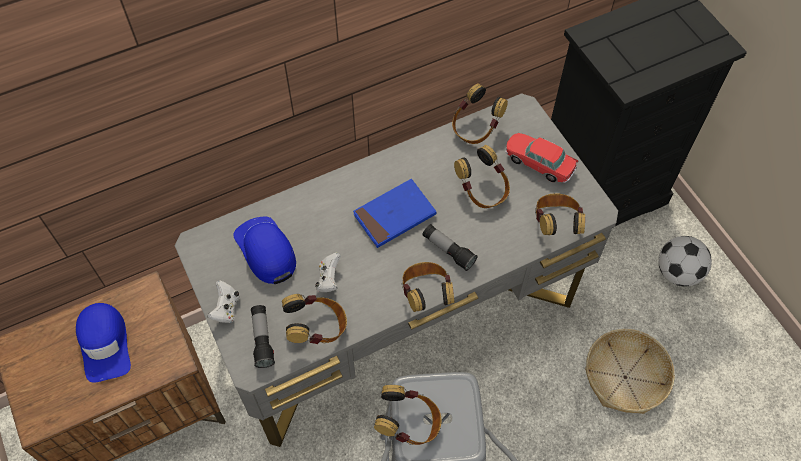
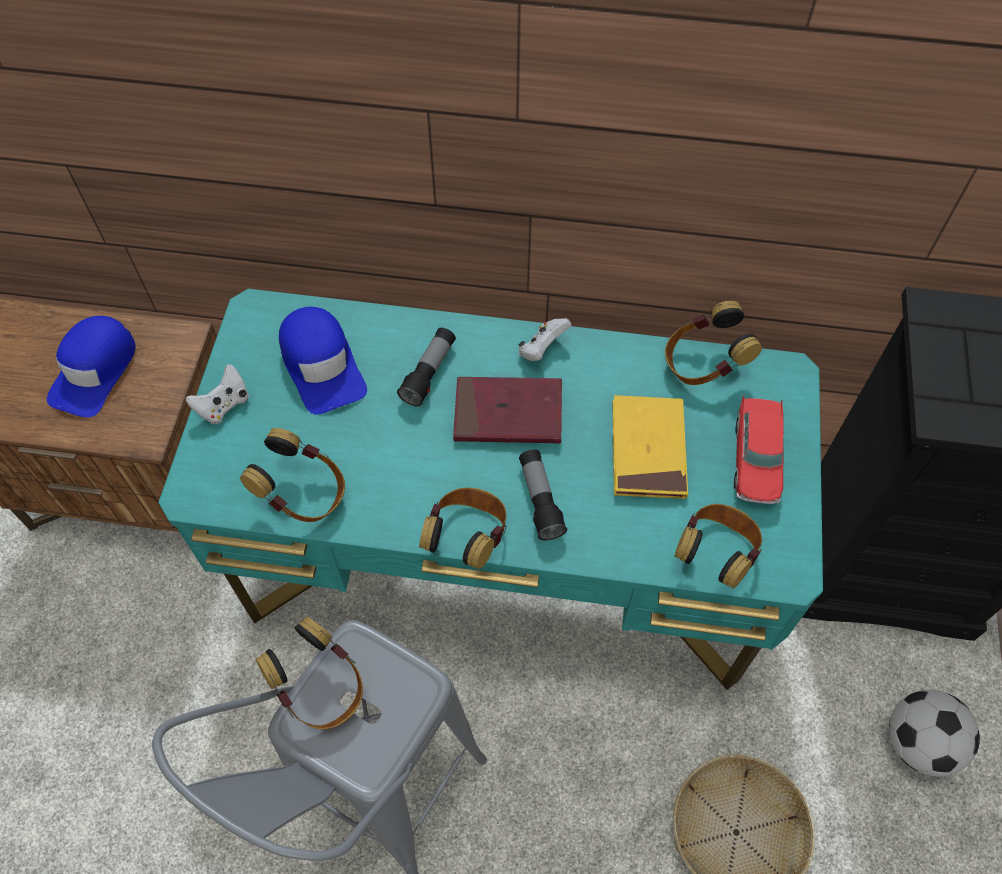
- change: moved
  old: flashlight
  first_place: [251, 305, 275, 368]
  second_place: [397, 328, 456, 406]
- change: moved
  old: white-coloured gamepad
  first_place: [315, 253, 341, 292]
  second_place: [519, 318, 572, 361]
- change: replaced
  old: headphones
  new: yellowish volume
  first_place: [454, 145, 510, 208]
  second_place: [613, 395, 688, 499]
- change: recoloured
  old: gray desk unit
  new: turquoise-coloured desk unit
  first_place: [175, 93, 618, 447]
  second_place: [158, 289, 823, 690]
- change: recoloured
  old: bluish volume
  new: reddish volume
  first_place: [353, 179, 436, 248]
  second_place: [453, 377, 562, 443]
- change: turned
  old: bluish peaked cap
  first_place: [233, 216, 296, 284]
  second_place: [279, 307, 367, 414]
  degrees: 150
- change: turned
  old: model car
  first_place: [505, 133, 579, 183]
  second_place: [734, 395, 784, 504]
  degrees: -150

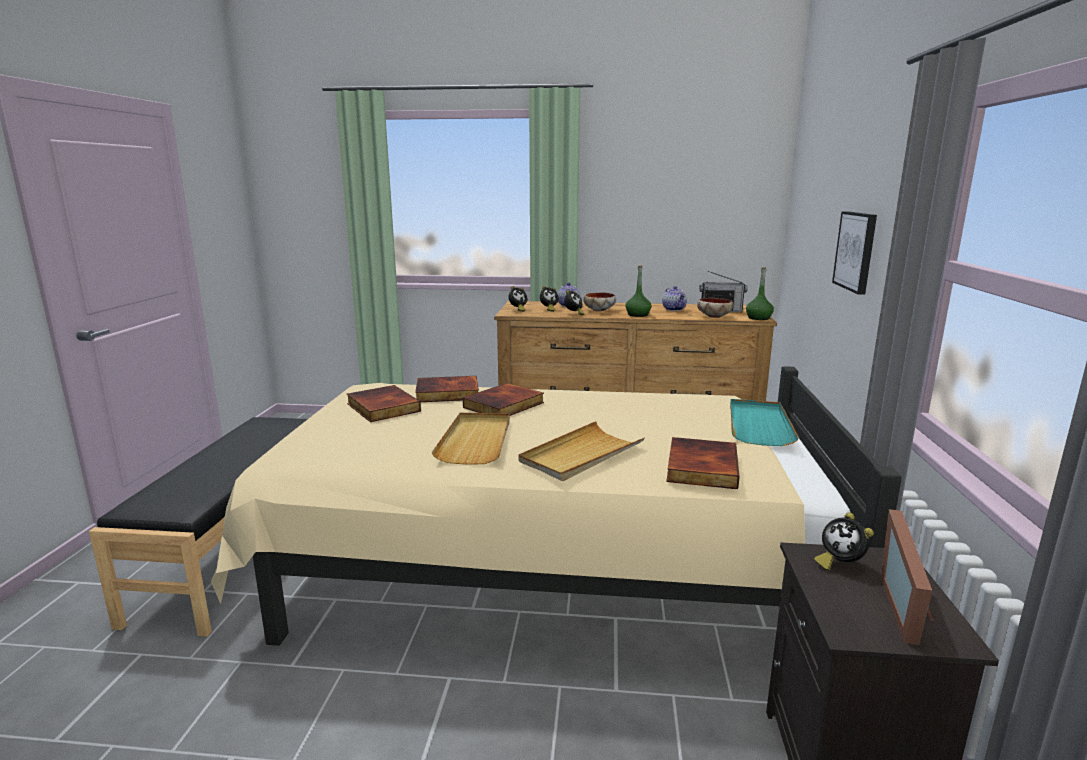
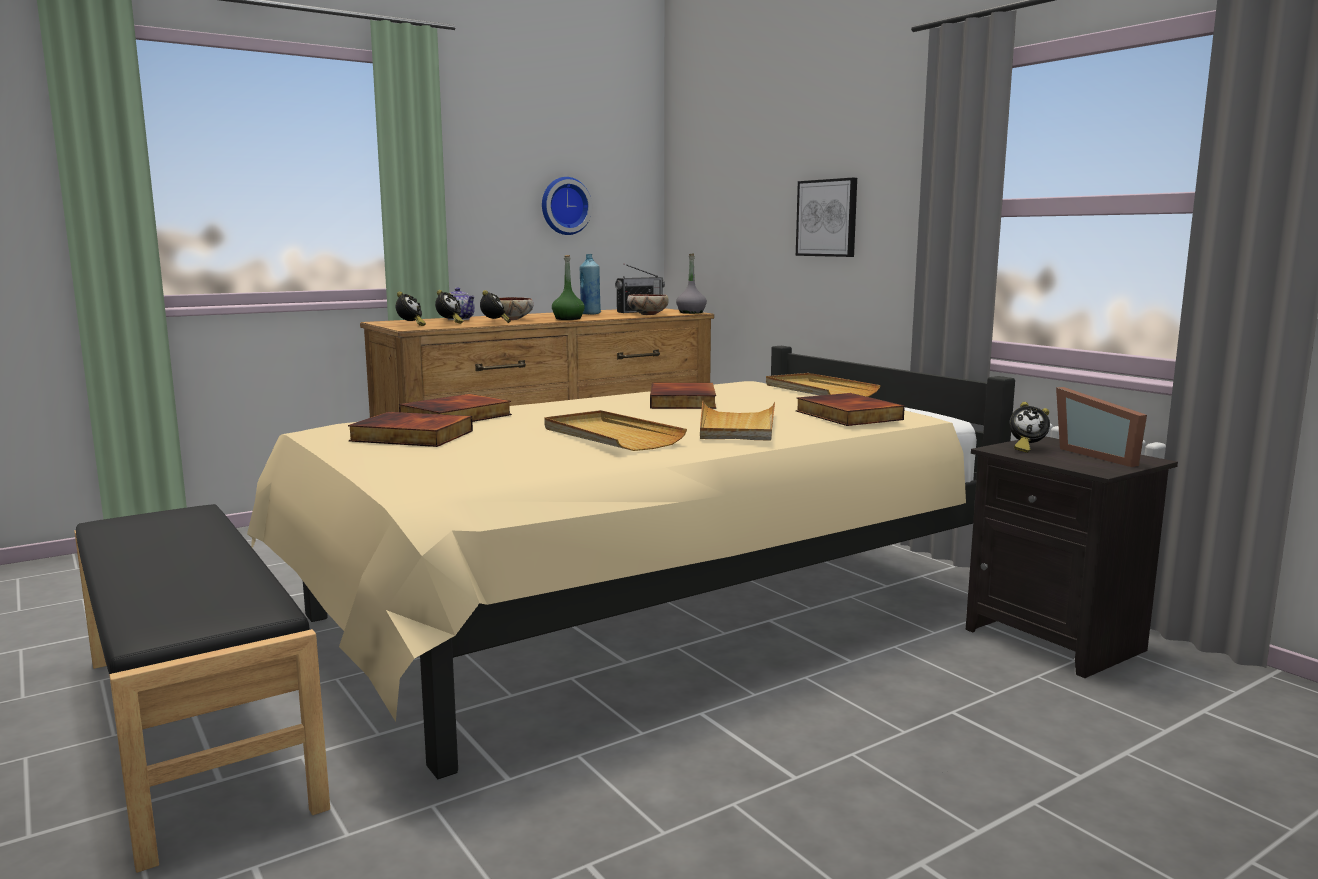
- change: added
  new: clock on the wall
  second_place: [542, 177, 592, 235]
- change: moved
  old: volume
  first_place: [463, 383, 544, 416]
  second_place: [650, 383, 716, 409]
- change: replaced
  old: pot for tea
  new: bluish beverage bottle
  first_place: [662, 286, 687, 311]
  second_place: [580, 254, 601, 314]
- change: recoloured
  old: turquoise-coloured carrying tray
  new: sand-coloured carrying tray
  first_place: [730, 399, 799, 446]
  second_place: [766, 373, 881, 397]
- change: recoloured
  old: green-coloured beverage bottle
  new: gray beverage bottle
  first_place: [746, 268, 774, 320]
  second_place: [676, 254, 707, 314]

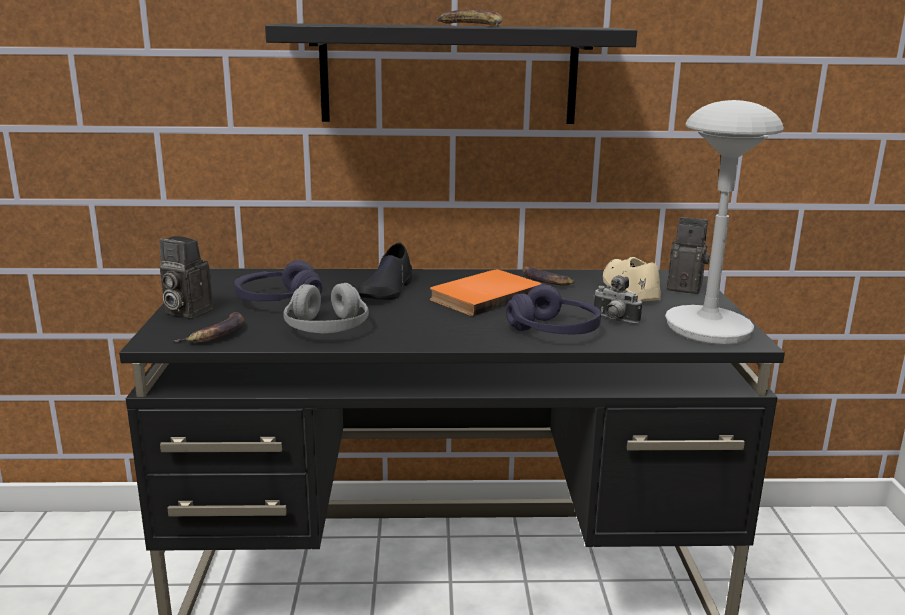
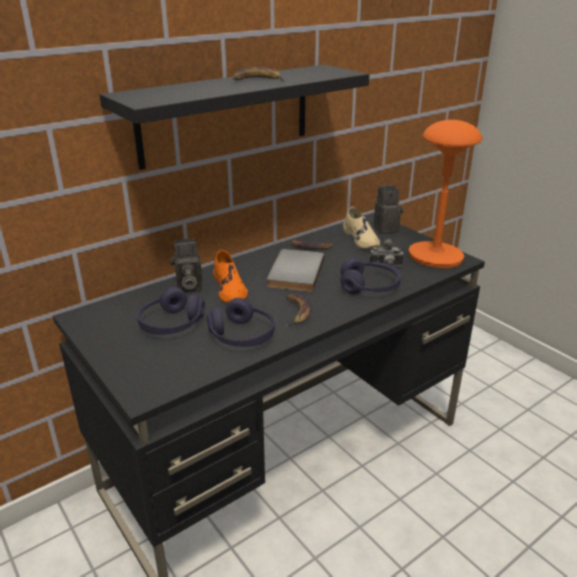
- change: moved
  old: still camera
  first_place: [159, 236, 213, 318]
  second_place: [170, 238, 202, 293]
- change: moved
  old: whole banana
  first_place: [174, 312, 244, 343]
  second_place: [285, 294, 312, 327]
- change: recoloured
  old: gray headphones
  new: purplish headphones
  first_place: [283, 283, 369, 333]
  second_place: [207, 298, 275, 347]
- change: recoloured
  old: blackish low shoe
  new: orangey low shoe
  first_place: [357, 242, 412, 300]
  second_place: [213, 250, 248, 302]
- change: recoloured
  old: orangey volume
  new: gray volume
  first_place: [430, 270, 542, 316]
  second_place: [267, 249, 325, 292]
- change: recoloured
  old: gray table lamp
  new: orangey table lamp
  first_place: [665, 100, 784, 345]
  second_place: [408, 120, 482, 268]
- change: turned
  old: sand-coloured low shoe
  first_place: [603, 257, 661, 301]
  second_place: [343, 207, 380, 248]
  degrees: -150

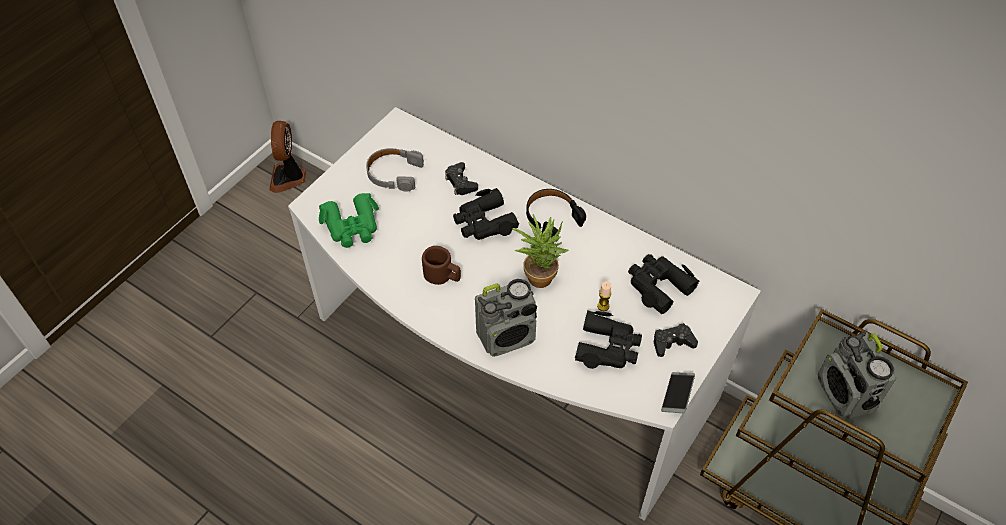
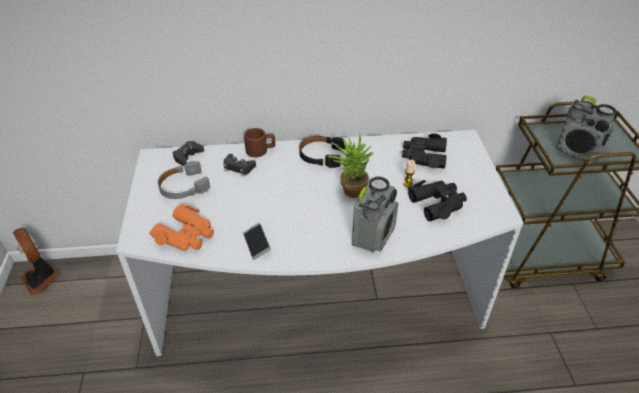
- change: removed
  old: blackish field glasses
  first_place: [453, 188, 519, 240]
- change: moved
  old: brownish coffee mug
  first_place: [422, 246, 461, 285]
  second_place: [244, 128, 275, 157]
- change: moved
  old: blackish gamepad
  first_place: [654, 323, 698, 357]
  second_place: [173, 141, 204, 166]
- change: moved
  old: handset
  first_place: [661, 372, 695, 413]
  second_place: [243, 223, 271, 260]
- change: recoloured
  old: green-coloured field glasses
  new: orangey field glasses
  first_place: [319, 193, 379, 248]
  second_place: [149, 204, 214, 251]

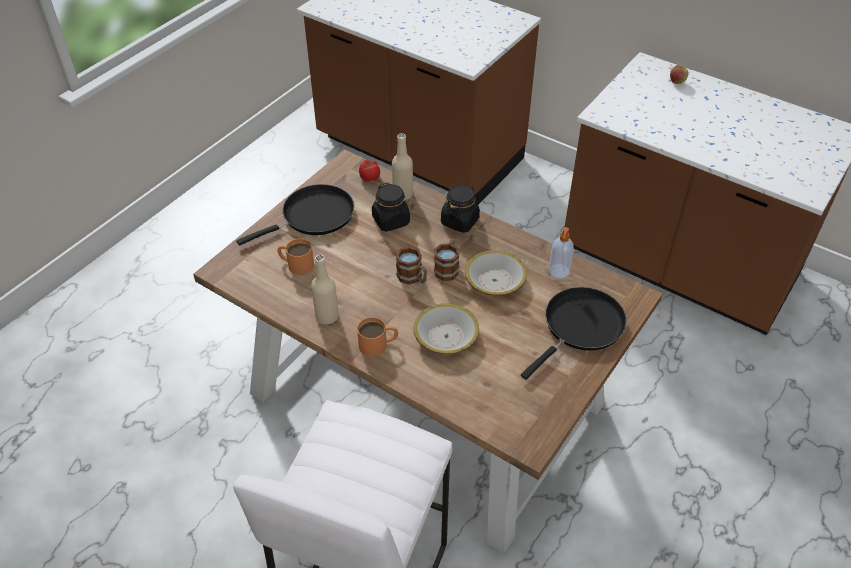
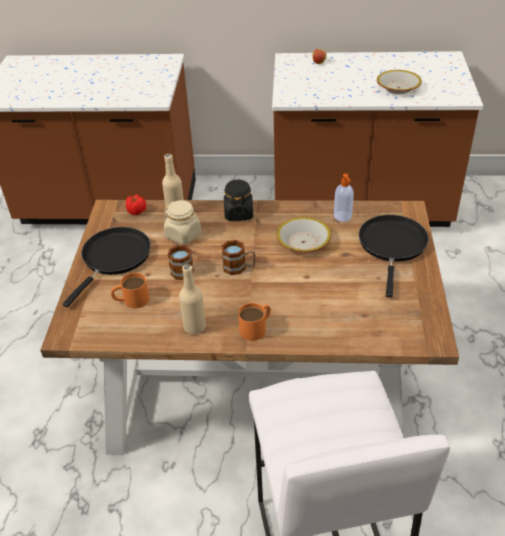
- change: moved
  old: bowl
  first_place: [414, 303, 479, 355]
  second_place: [377, 70, 422, 94]
- change: moved
  old: coffee mug
  first_place: [434, 239, 459, 281]
  second_place: [168, 241, 194, 280]
- change: recoloured
  old: blackish preserve jar
  new: sand-coloured preserve jar
  first_place: [372, 182, 410, 232]
  second_place: [164, 200, 201, 244]

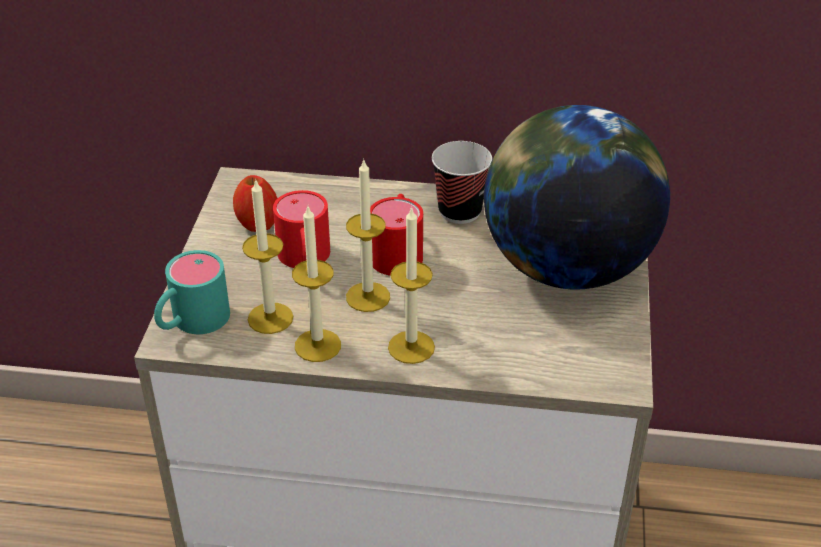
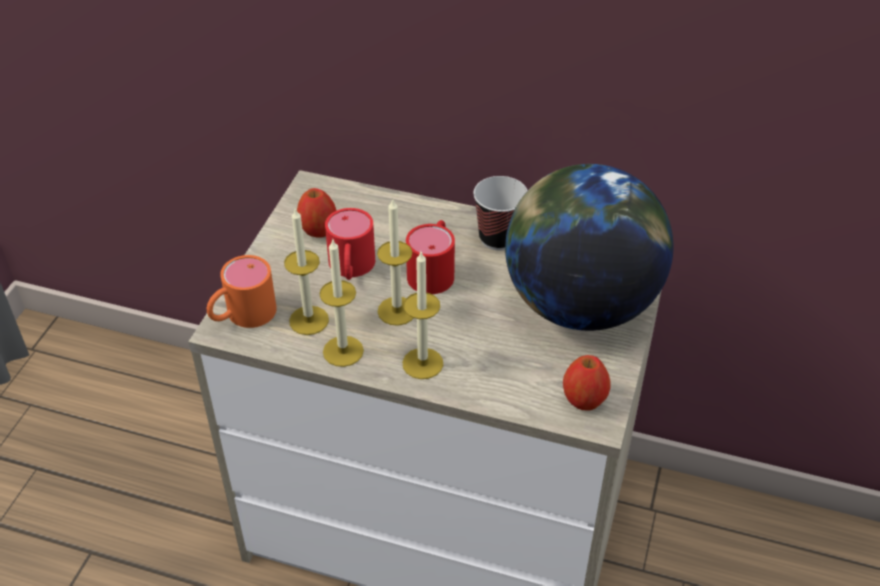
- change: added
  new: whole apple
  second_place: [563, 355, 611, 411]
- change: recoloured
  old: turquoise-coloured coffee mug
  new: orangey coffee mug
  first_place: [154, 250, 230, 334]
  second_place: [207, 255, 277, 328]

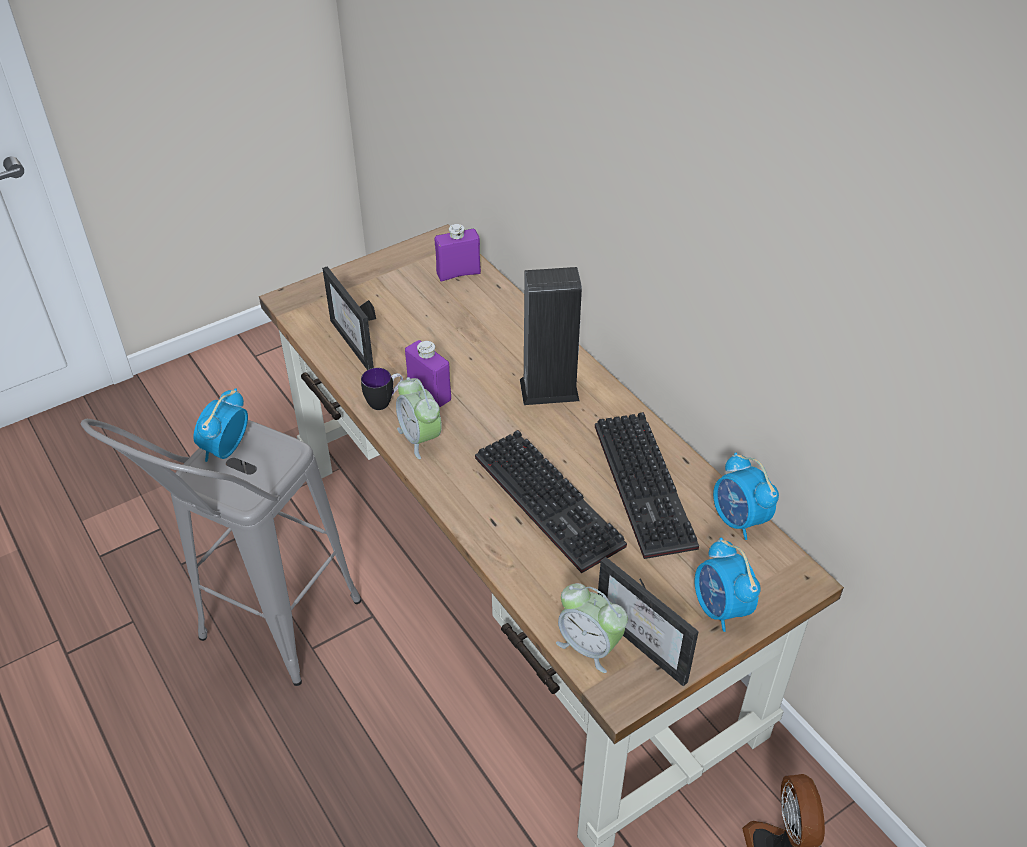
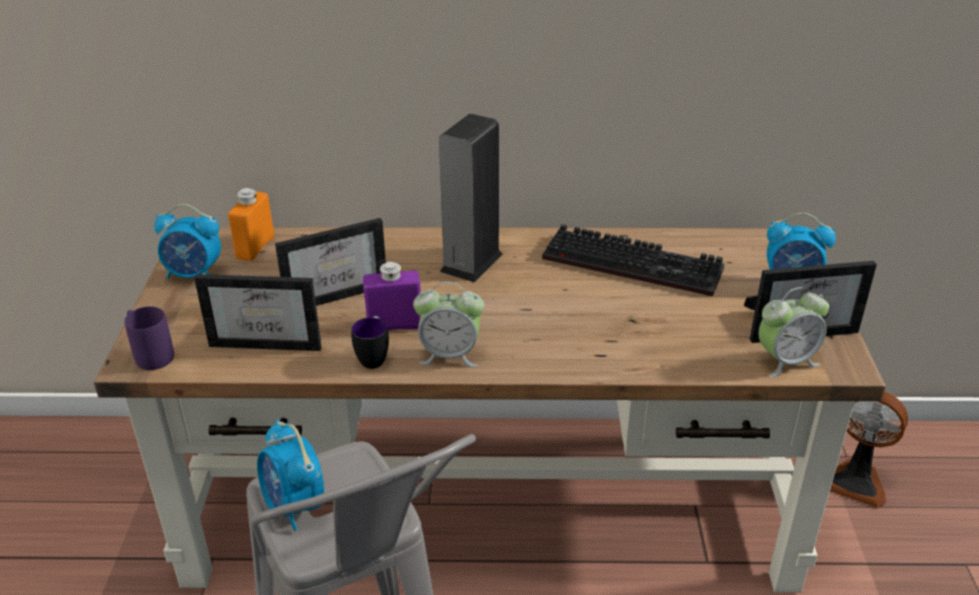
- change: removed
  old: PC keyboard
  first_place: [475, 430, 627, 573]
- change: added
  new: purplish coffee mug
  second_place: [125, 307, 174, 370]
- change: added
  new: standing frame
  second_place: [275, 218, 386, 306]
- change: moved
  old: table clock
  first_place: [713, 453, 779, 540]
  second_place: [154, 204, 221, 279]
- change: recoloured
  old: purplish beverage bottle
  new: orangey beverage bottle
  first_place: [435, 224, 481, 281]
  second_place: [228, 188, 275, 261]

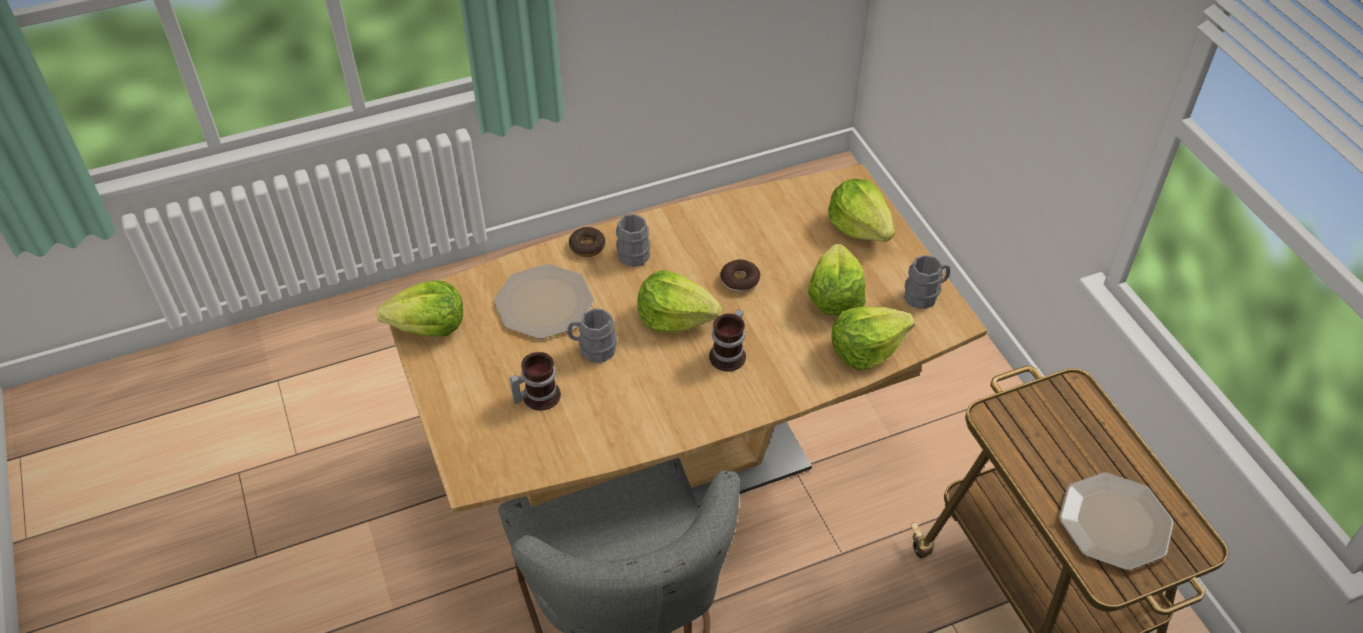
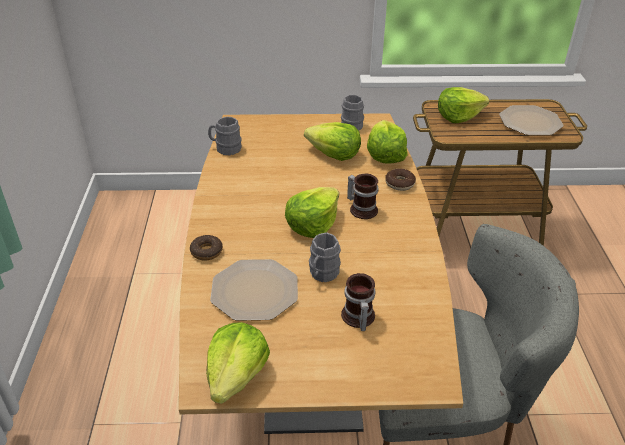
- change: moved
  old: gray coffee mug
  first_place: [616, 214, 650, 267]
  second_place: [208, 117, 242, 155]
- change: moved
  old: donut
  first_place: [720, 260, 760, 293]
  second_place: [385, 168, 416, 191]
- change: moved
  old: lettuce head
  first_place: [828, 179, 895, 242]
  second_place: [438, 87, 489, 123]

